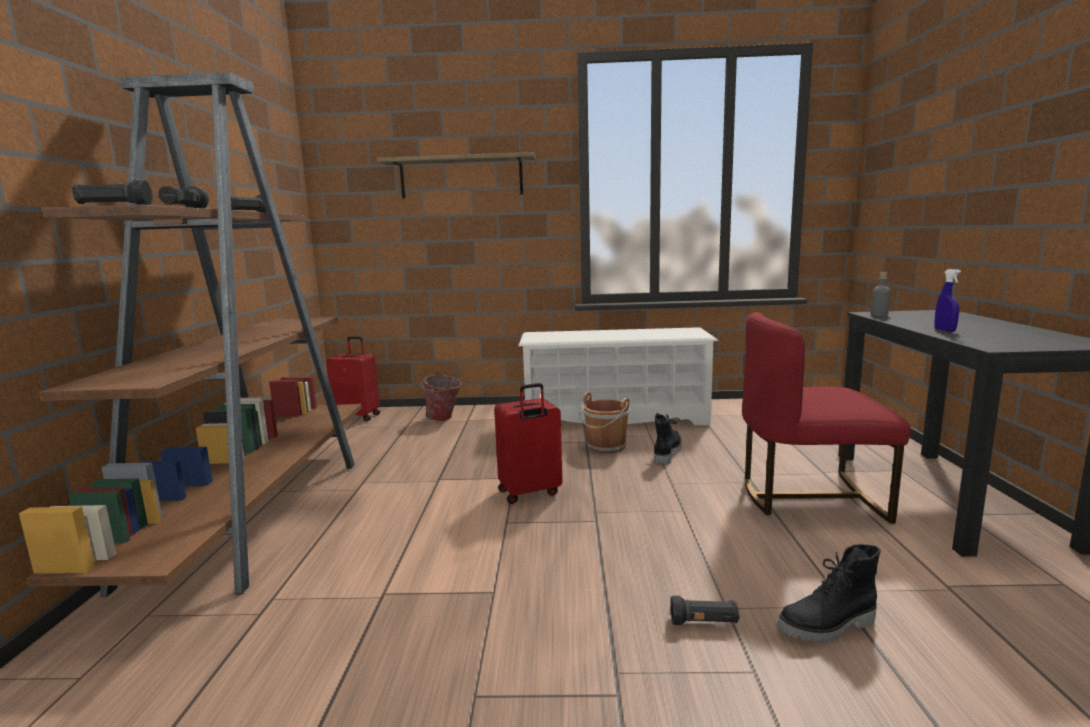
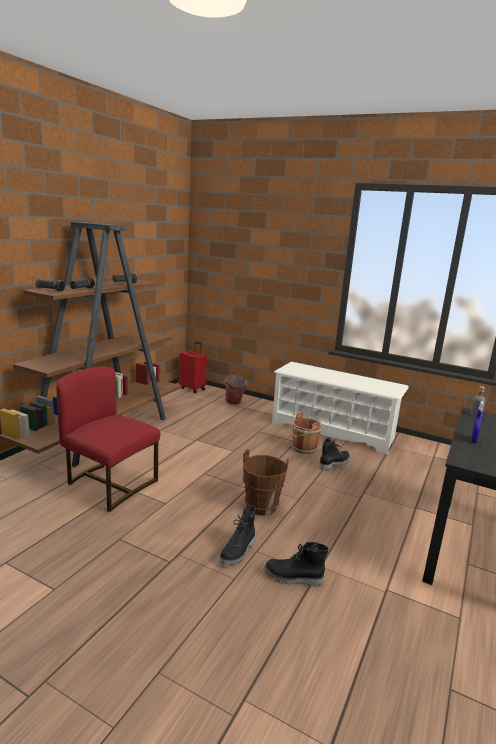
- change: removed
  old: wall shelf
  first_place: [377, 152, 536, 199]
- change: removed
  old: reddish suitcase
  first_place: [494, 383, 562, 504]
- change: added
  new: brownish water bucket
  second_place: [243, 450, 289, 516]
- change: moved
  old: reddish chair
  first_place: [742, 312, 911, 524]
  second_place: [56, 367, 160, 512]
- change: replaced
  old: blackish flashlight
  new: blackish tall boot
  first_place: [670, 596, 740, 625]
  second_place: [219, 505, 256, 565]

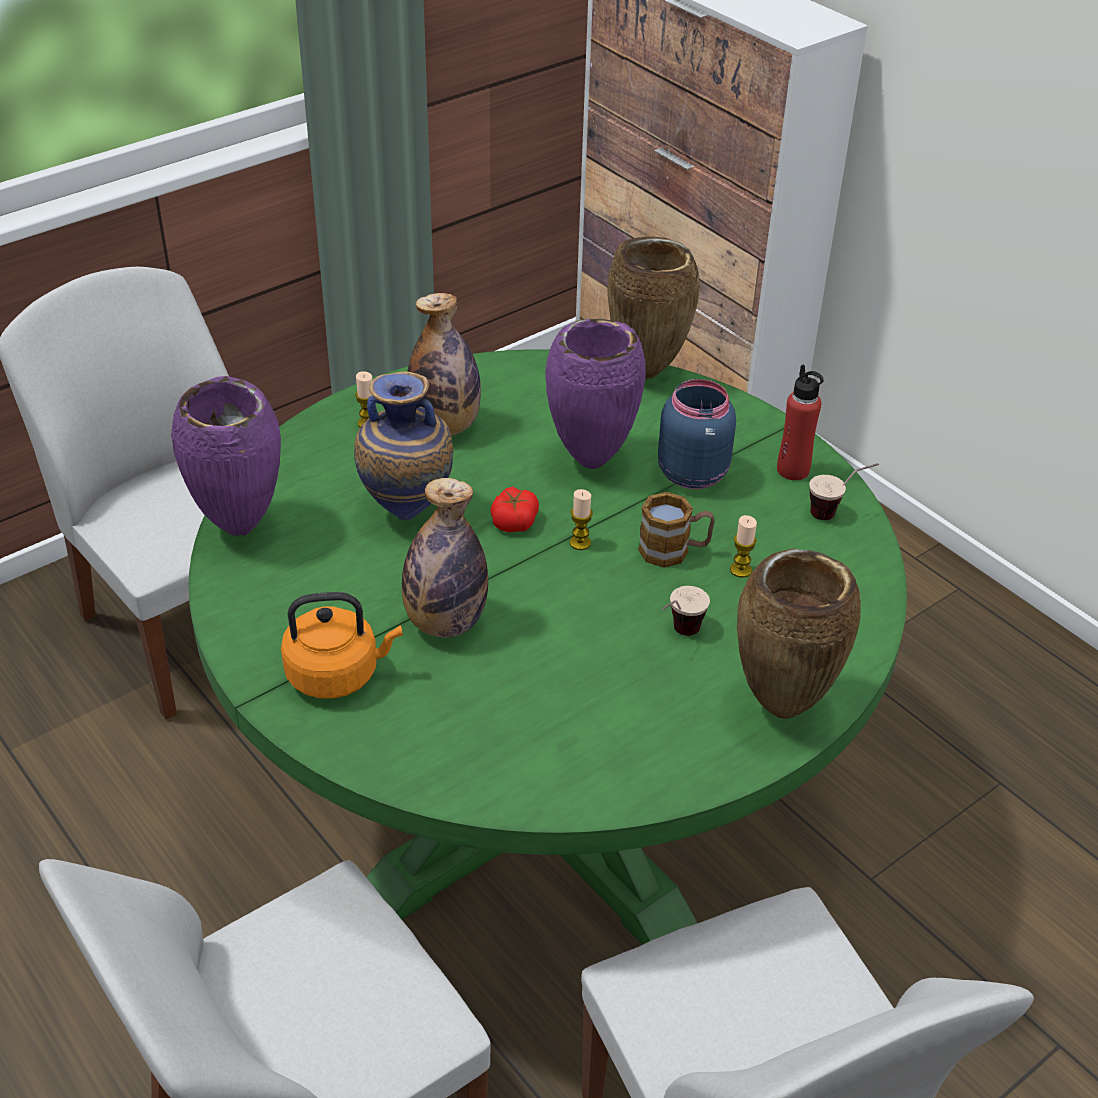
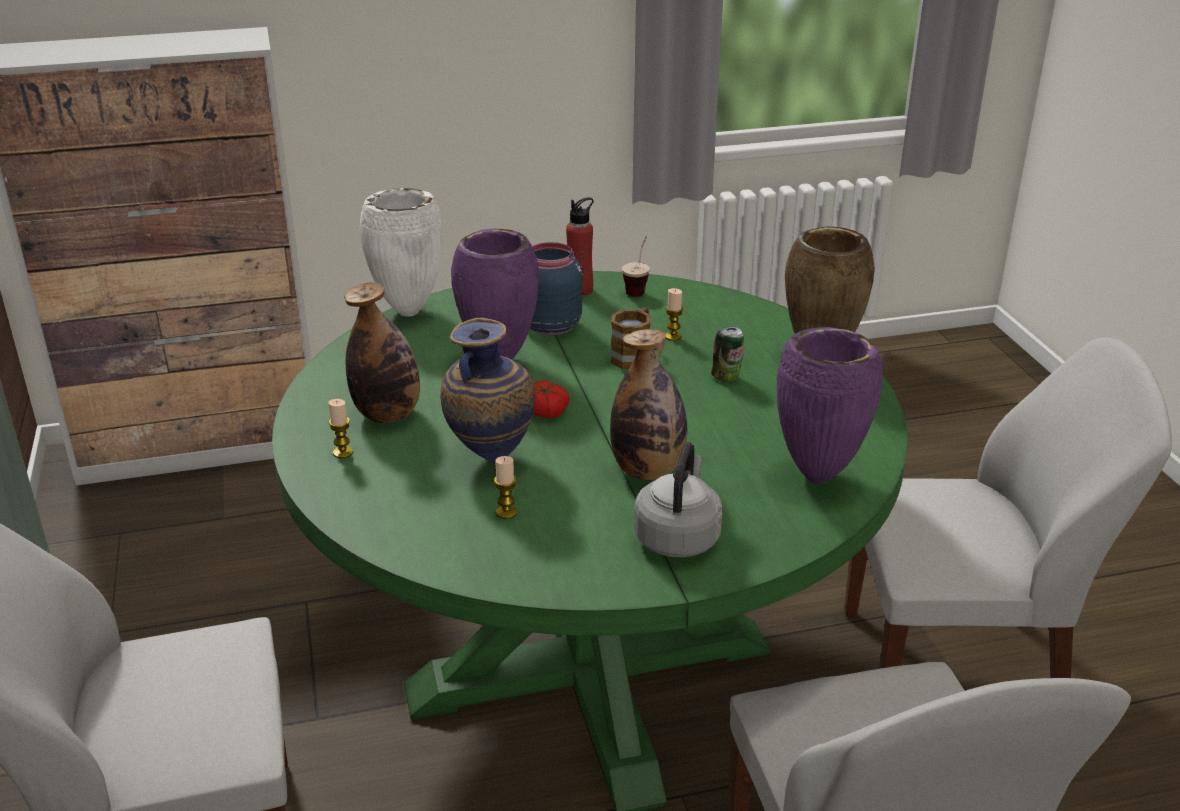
- change: moved
  old: purplish flower vase
  first_place: [171, 376, 281, 536]
  second_place: [777, 327, 883, 484]
- change: moved
  old: wax candle
  first_place: [570, 489, 593, 550]
  second_place: [494, 456, 517, 519]
- change: replaced
  old: cup
  new: metal can
  first_place: [662, 586, 710, 636]
  second_place: [711, 326, 744, 382]
- change: recoloured
  old: orangey kettle
  new: gray kettle
  first_place: [281, 592, 402, 699]
  second_place: [634, 442, 722, 558]
- change: recoloured
  old: brownish flower vase
  new: white-coloured flower vase
  first_place: [607, 237, 700, 379]
  second_place: [360, 188, 443, 317]

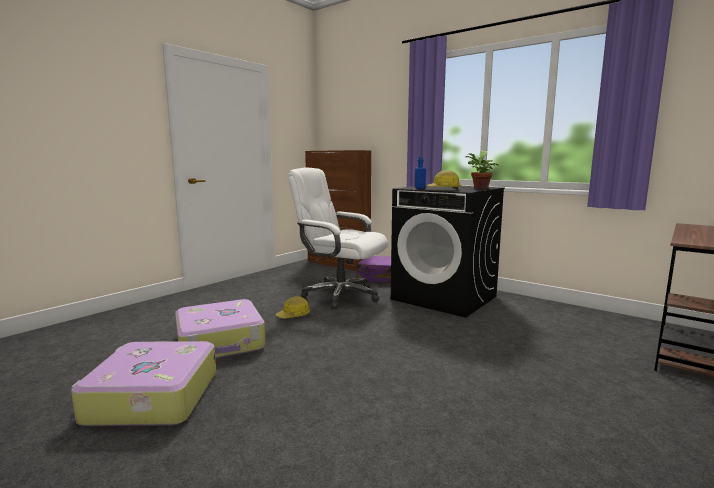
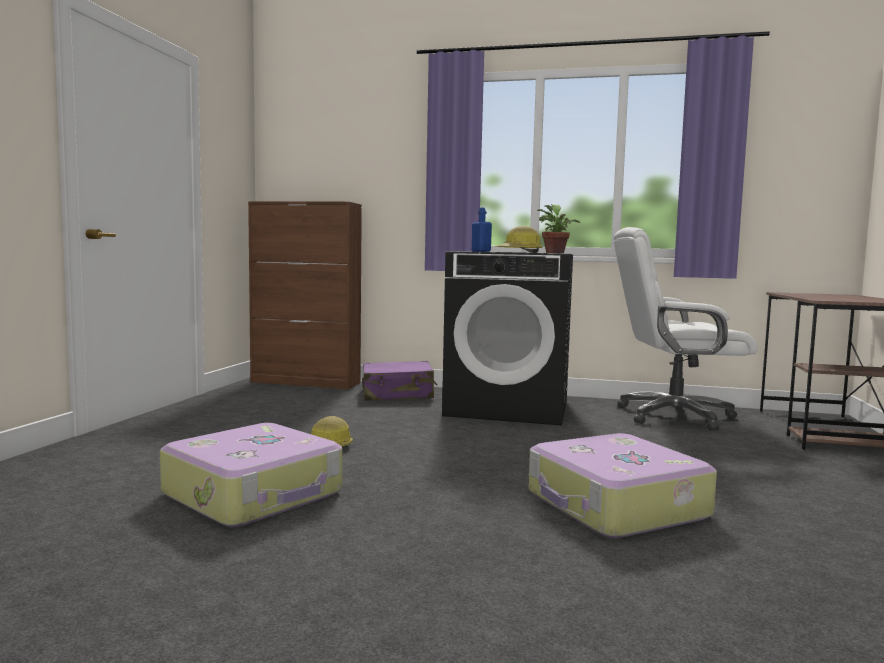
- change: moved
  old: suitcase
  first_place: [71, 341, 216, 426]
  second_place: [528, 433, 717, 538]
- change: moved
  old: white-coloured computer chair
  first_place: [288, 167, 388, 309]
  second_place: [614, 227, 757, 431]

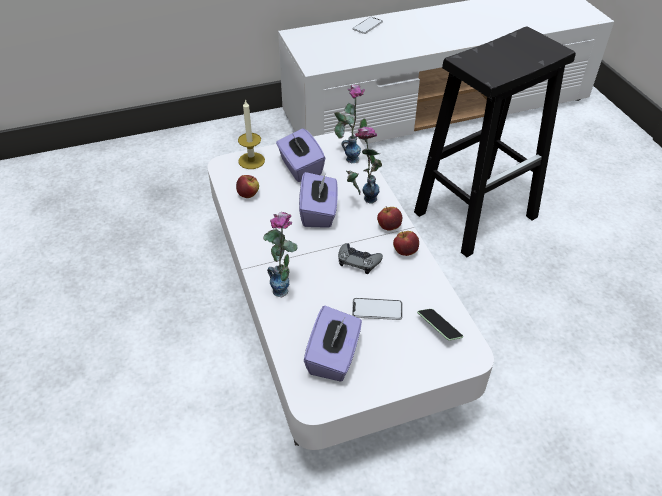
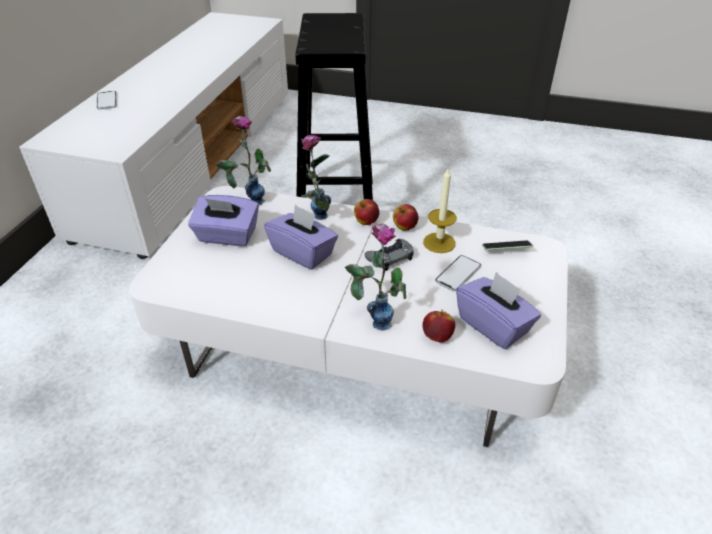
- change: moved
  old: whole apple
  first_place: [236, 175, 259, 198]
  second_place: [423, 309, 455, 343]
- change: moved
  old: wax candle
  first_place: [238, 99, 265, 169]
  second_place: [423, 169, 457, 253]

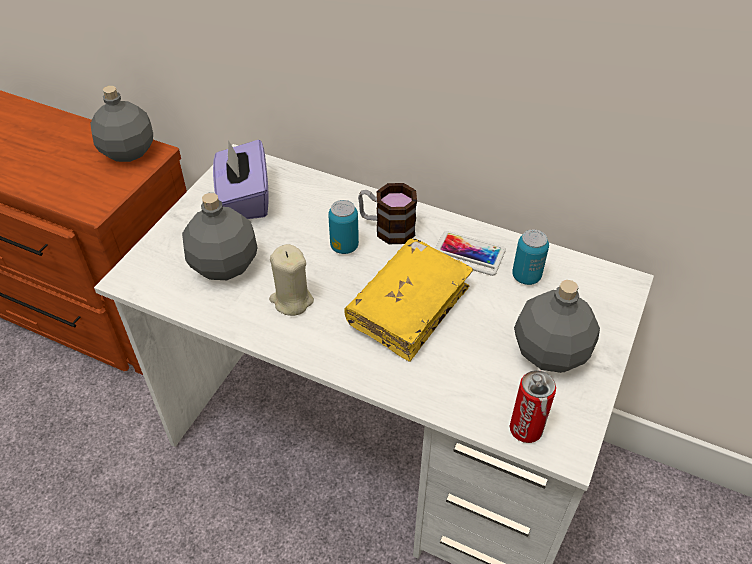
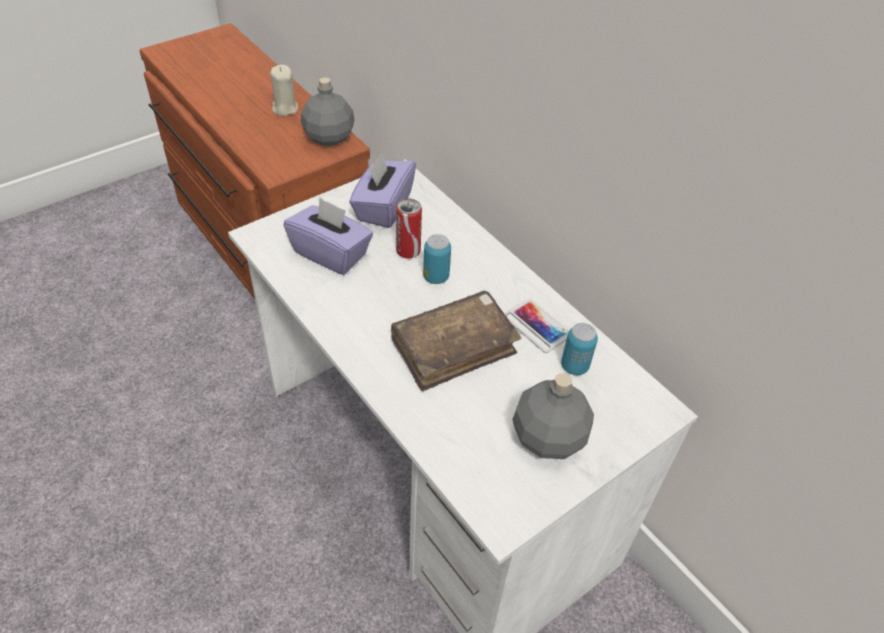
- change: removed
  old: coffee mug
  first_place: [358, 183, 417, 244]
- change: moved
  old: sand-coloured wax candle
  first_place: [269, 244, 314, 316]
  second_place: [270, 65, 298, 116]
- change: moved
  old: metal can
  first_place: [510, 370, 556, 443]
  second_place: [396, 199, 422, 259]
- change: replaced
  old: gray beverage bottle
  new: purplish box of tissues
  first_place: [182, 193, 258, 280]
  second_place: [283, 198, 373, 275]
- change: recoloured
  old: yellowish volume
  new: brownish volume
  first_place: [345, 239, 473, 362]
  second_place: [391, 291, 521, 392]

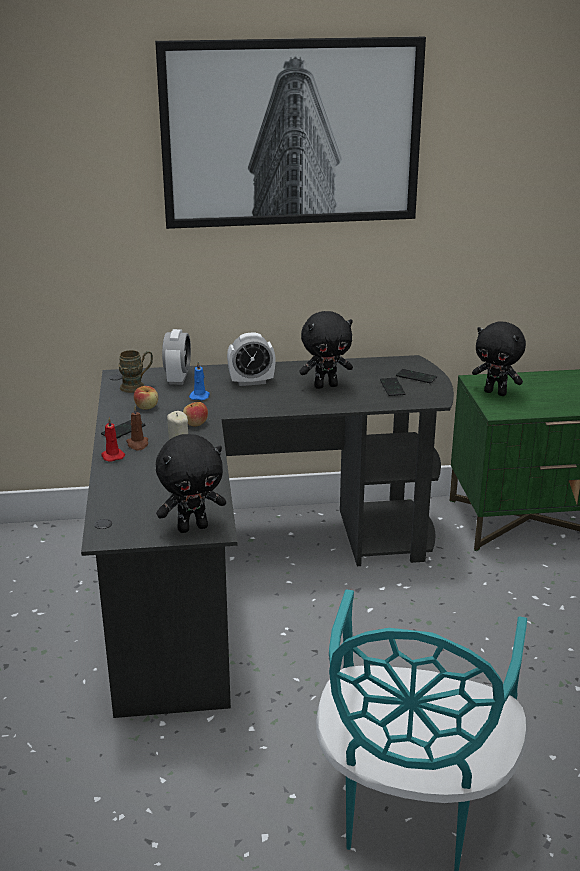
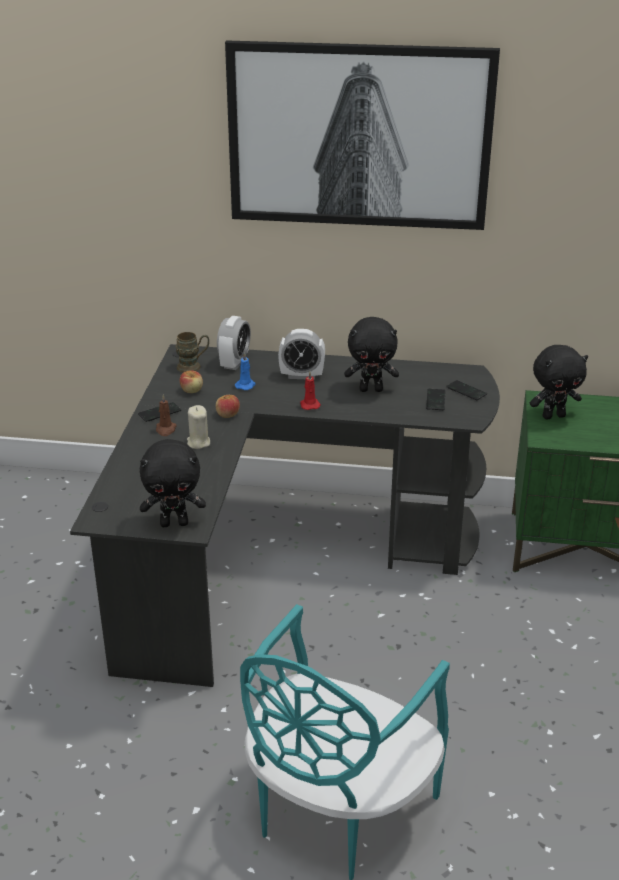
- change: moved
  old: reddish wax candle
  first_place: [101, 417, 125, 461]
  second_place: [300, 372, 321, 410]
- change: turned
  old: blackish plush toy
  first_place: [472, 321, 526, 396]
  second_place: [530, 345, 588, 420]
  degrees: -60

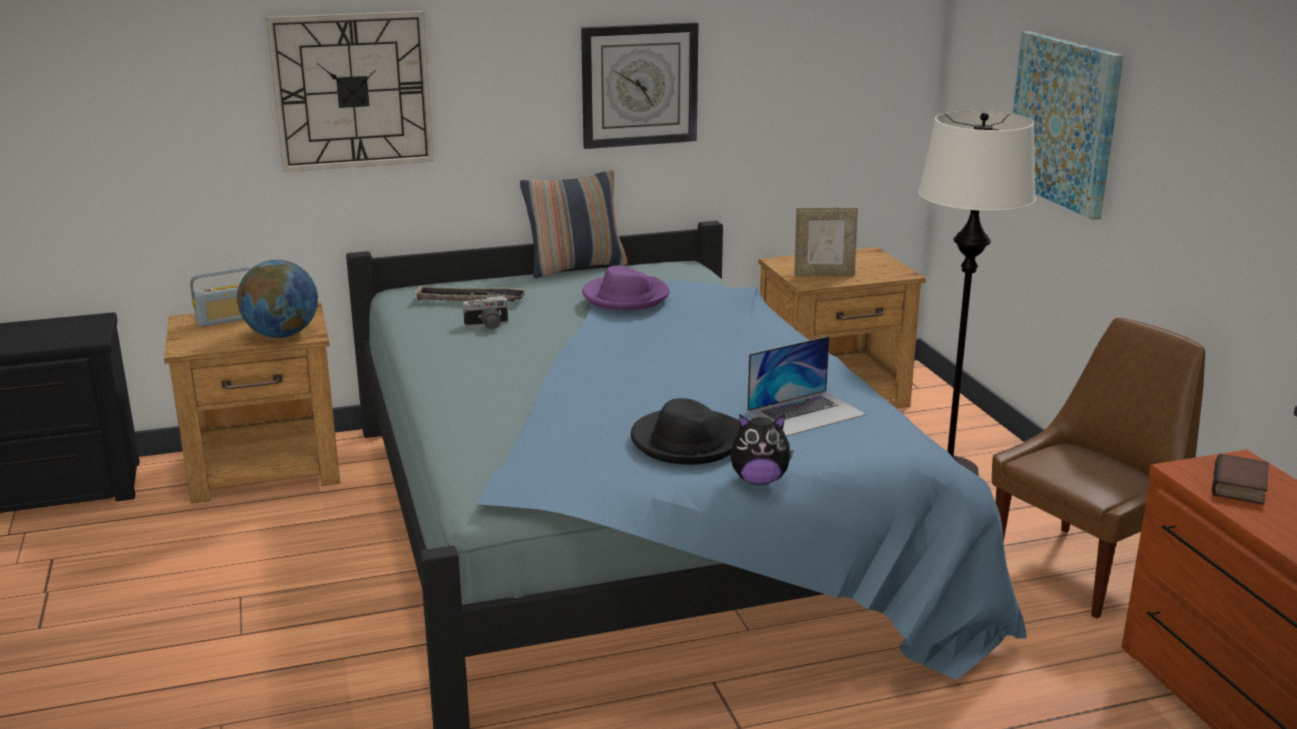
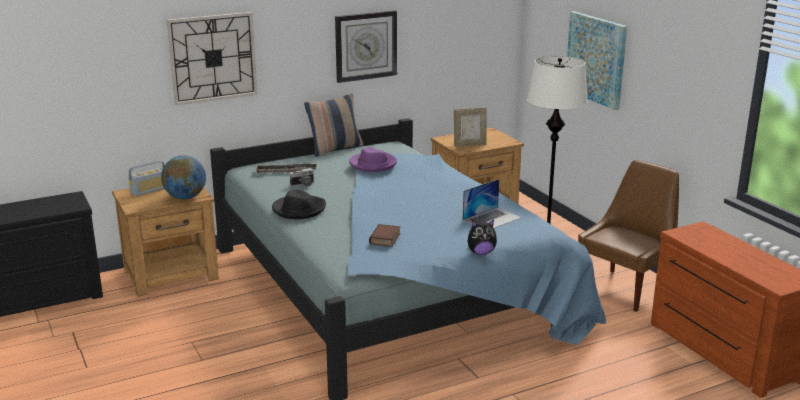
- change: moved
  old: blackish wearable hat
  first_place: [631, 398, 740, 465]
  second_place: [272, 190, 326, 219]
- change: moved
  old: volume
  first_place: [1212, 454, 1269, 505]
  second_place: [369, 224, 400, 247]

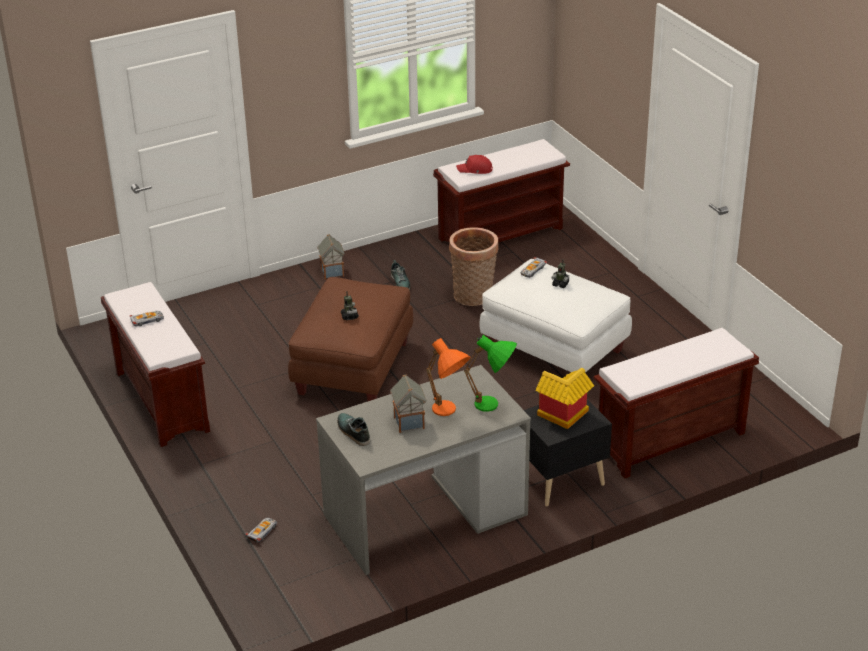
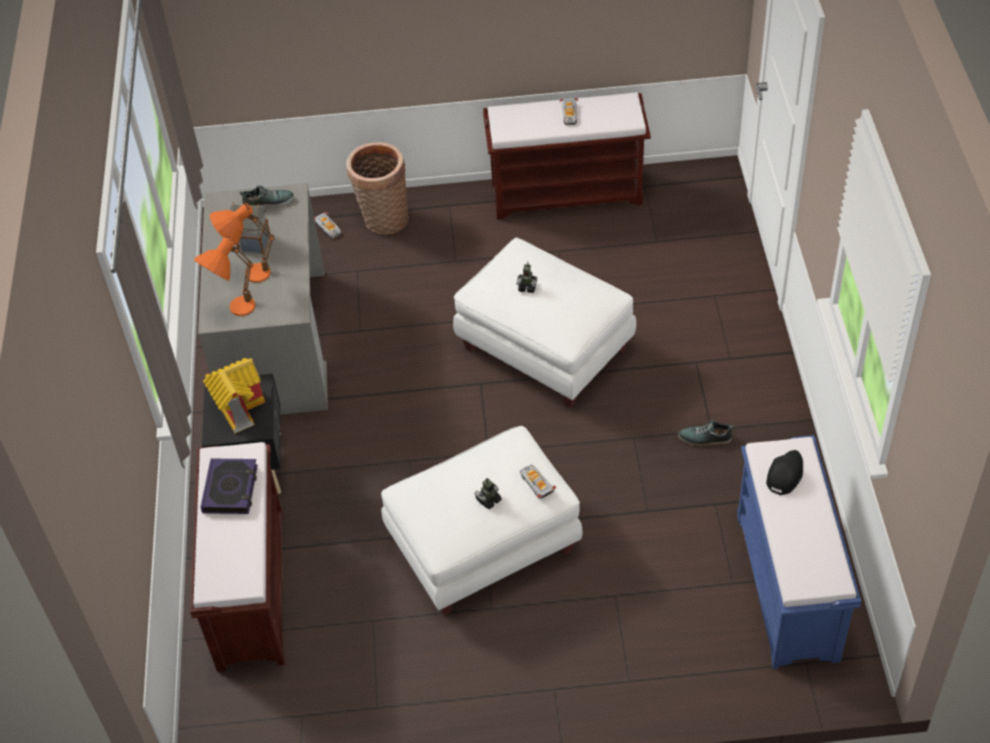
- change: removed
  old: miniature house
  first_place: [317, 234, 345, 279]
- change: added
  new: volume
  second_place: [201, 459, 258, 514]
- change: moved
  old: basket
  first_place: [449, 227, 499, 306]
  second_place: [346, 142, 409, 235]
- change: recoloured
  old: brownish footrest
  new: white-coloured footrest
  first_place: [288, 277, 413, 401]
  second_place: [453, 238, 636, 408]
- change: recoloured
  old: brownish indoor bench
  new: bluish indoor bench
  first_place: [433, 139, 570, 243]
  second_place: [737, 435, 861, 669]
- change: recoloured
  old: reddish peaked cap
  new: blackish peaked cap
  first_place: [456, 155, 493, 174]
  second_place: [766, 450, 803, 495]
- change: recoloured
  old: green-coloured table lamp
  new: orangey table lamp
  first_place: [464, 335, 517, 412]
  second_place: [194, 236, 255, 316]

